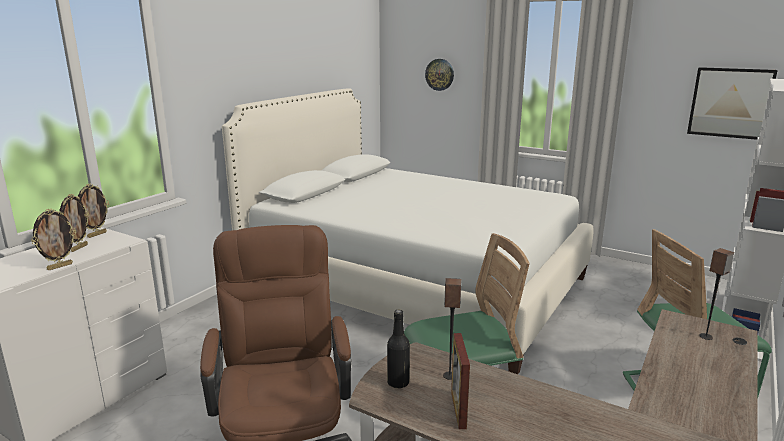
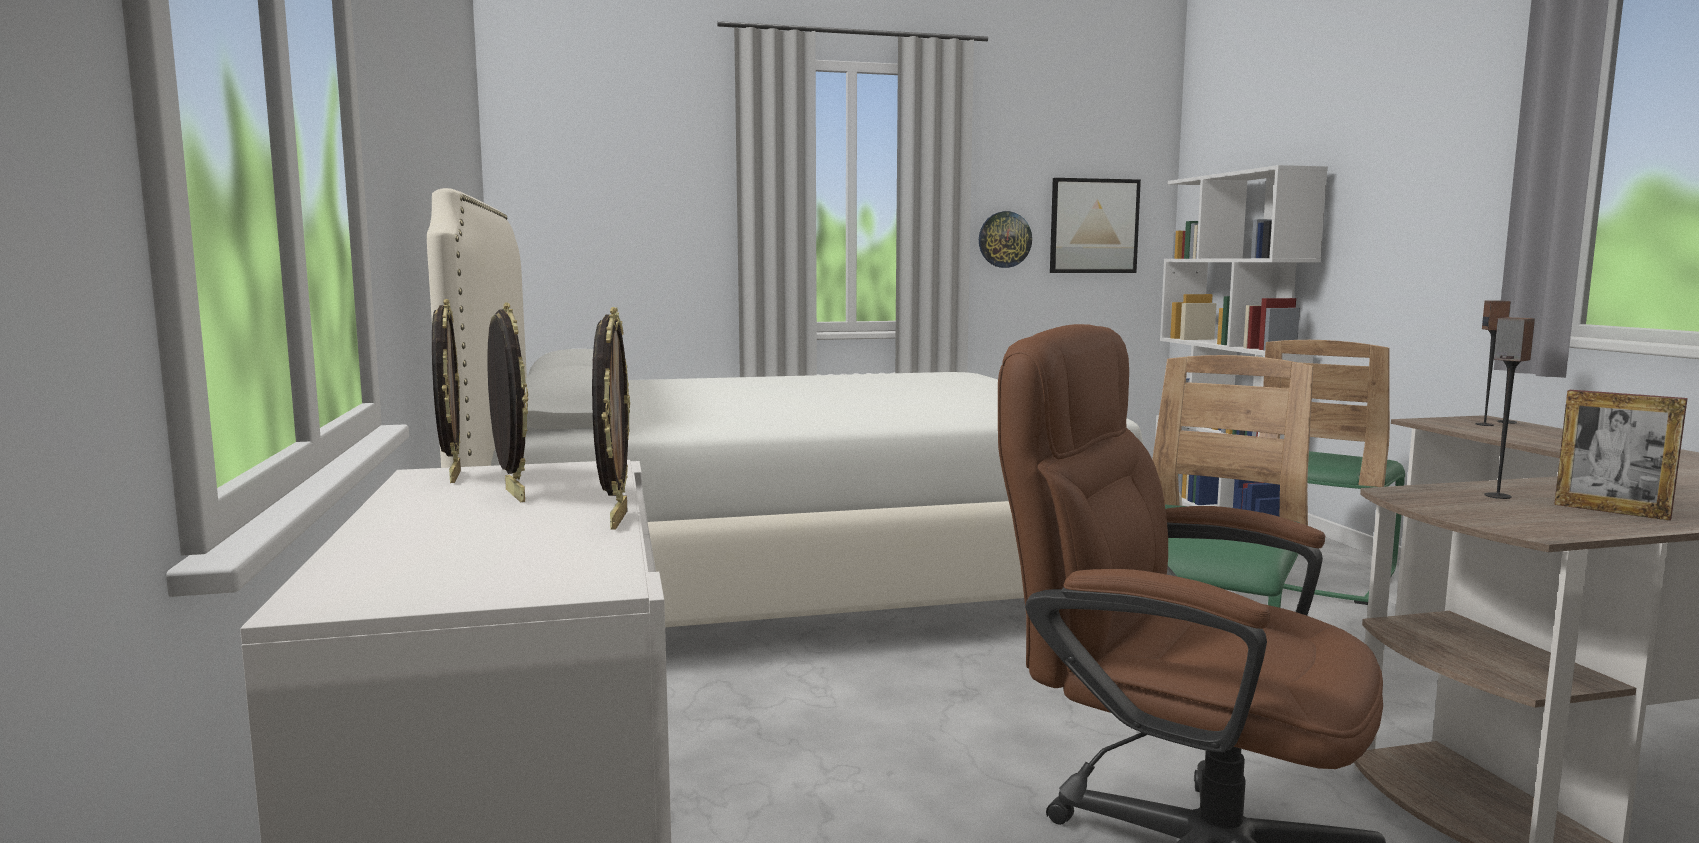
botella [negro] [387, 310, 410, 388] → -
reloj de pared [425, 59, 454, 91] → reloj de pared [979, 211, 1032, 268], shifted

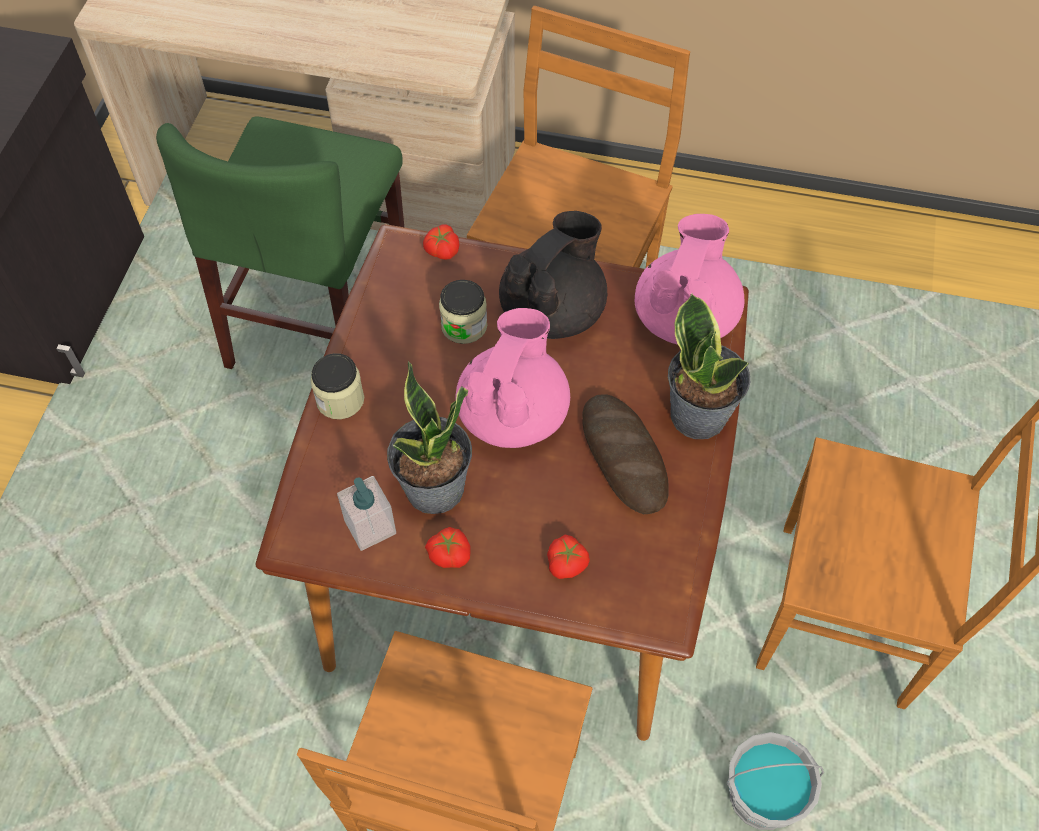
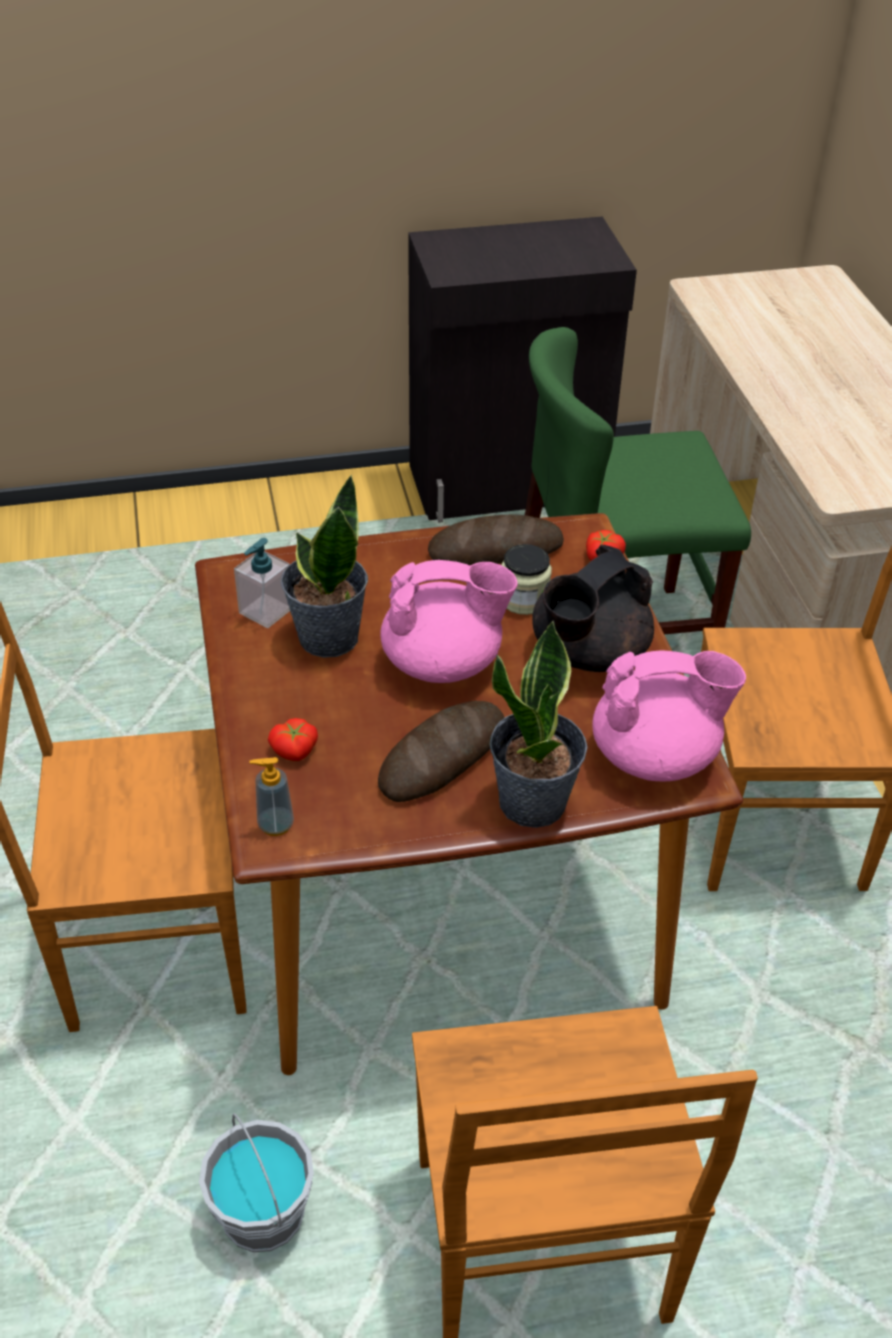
tarro [311, 353, 364, 419] → -
tomate [425, 527, 470, 568] → -
- → dispensador de jabón [250, 757, 294, 836]
- → pan [428, 514, 564, 566]
tetera [negro] [499, 211, 607, 339] → tetera [negro] [532, 545, 654, 672], 120 degrees clockwise

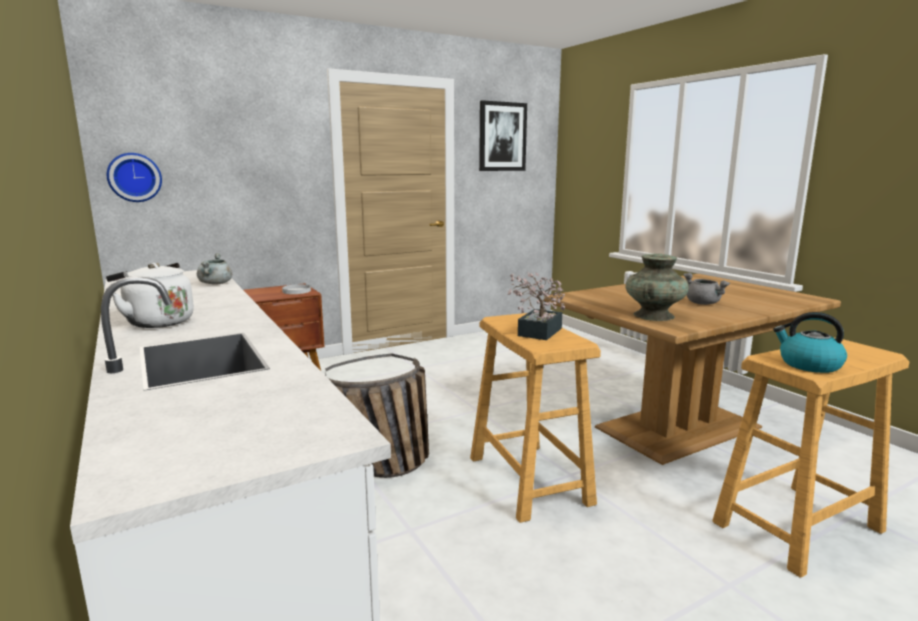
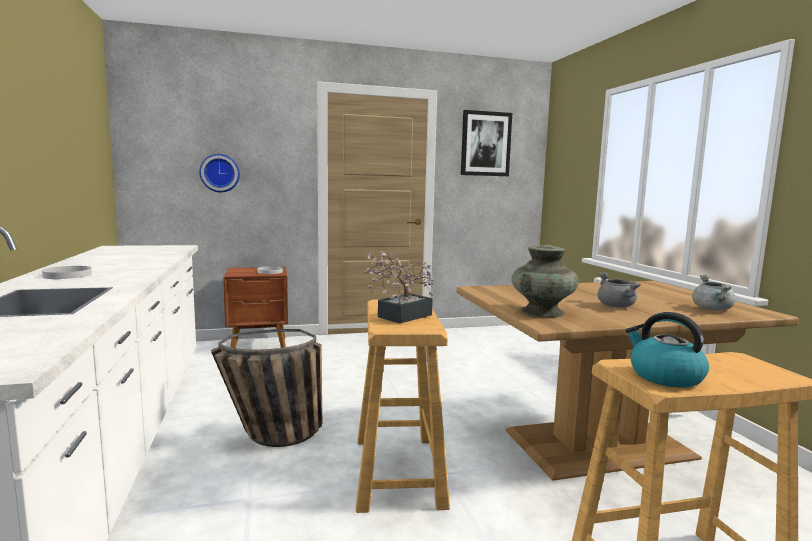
reloj de pared [107, 153, 162, 202] → reloj de pared [199, 154, 240, 192], shifted
olla [gris] [197, 253, 232, 284] → olla [gris] [692, 275, 736, 311], shifted
hervidor [blanco] [106, 263, 194, 328] → plato [blanco] [42, 266, 92, 279]

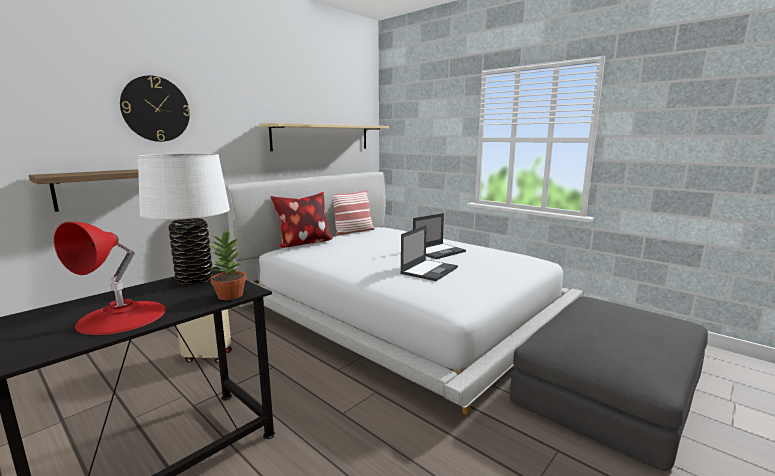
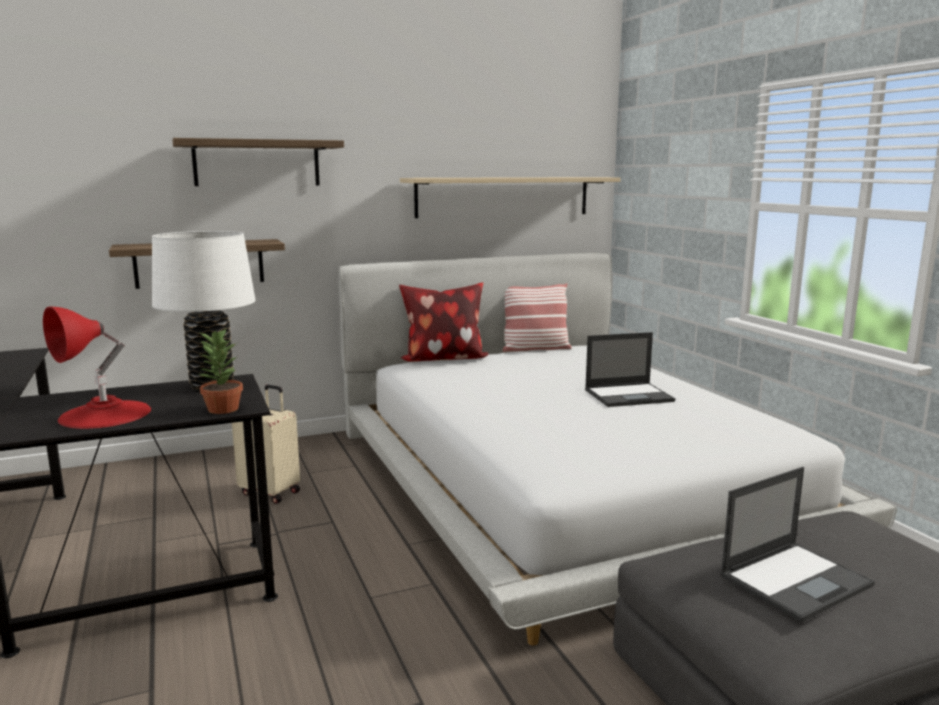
portátil [400, 225, 458, 281] → portátil [720, 467, 875, 622], shifted
reloj de pared [120, 75, 190, 142] → estante [172, 138, 344, 186]

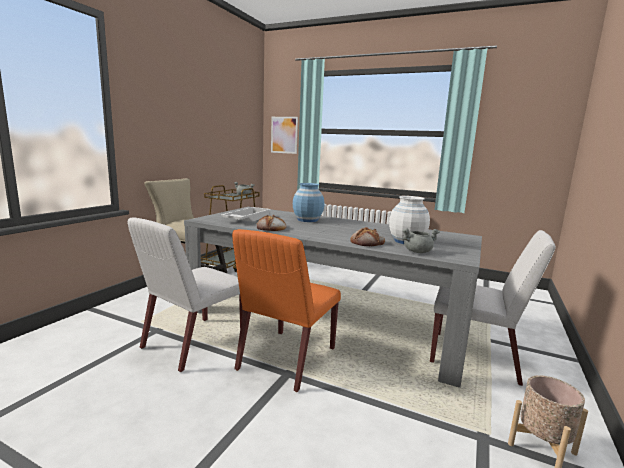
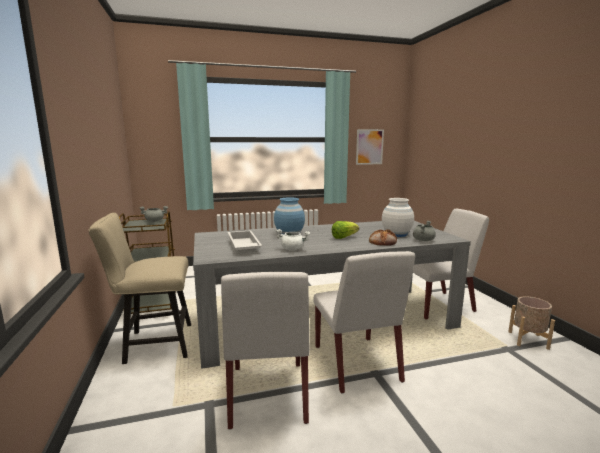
- → lechuga [332, 221, 359, 239]
cuadro [271, 117, 298, 154] → cuadro [356, 129, 384, 165], shifted
pan [257, 215, 286, 231] → olla [blanco] [276, 229, 310, 250]
silla [naranja] [232, 229, 341, 392] → silla [blanco] [313, 251, 415, 394]

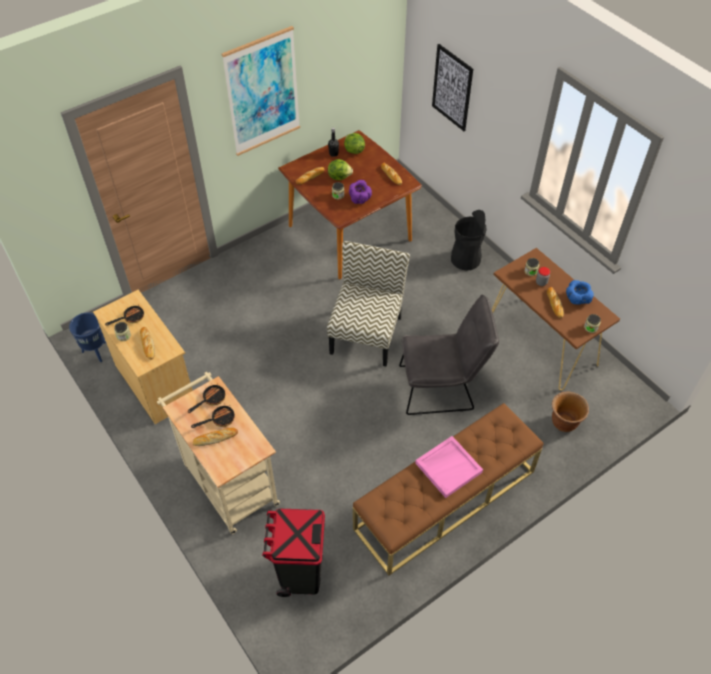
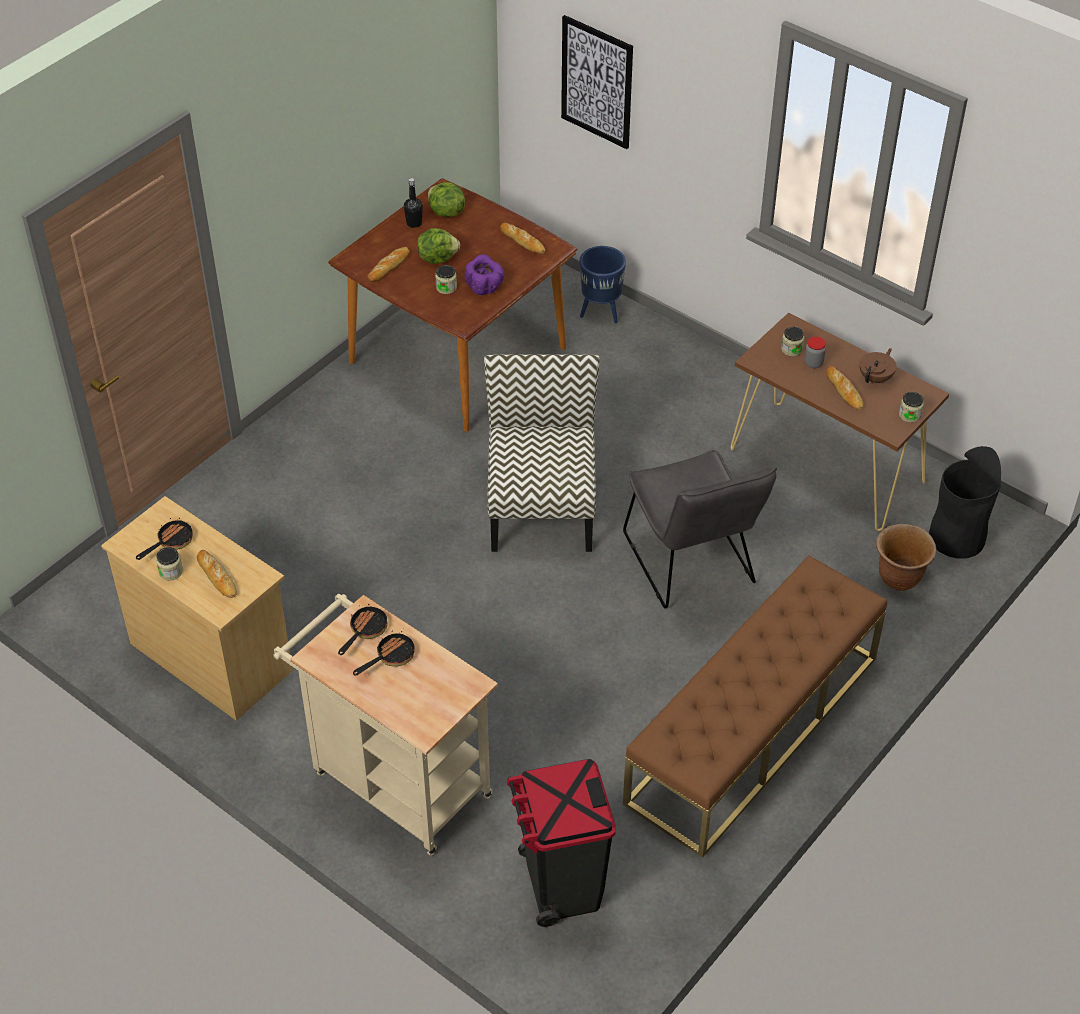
pan [192, 428, 238, 446] → -
cuadro [222, 26, 300, 156] → -
bandeja [rosa] [415, 436, 483, 498] → -
maceta [azul] [69, 312, 106, 362] → maceta [azul] [580, 246, 626, 323], shifted
papelera [negro] [451, 210, 487, 271] → papelera [negro] [929, 446, 1001, 559], shifted
cuenco [azul] [566, 280, 594, 305] → tetera [marrón] [859, 348, 897, 384]
silla [gris] [399, 295, 499, 415] → silla [gris] [623, 449, 777, 609], 90 degrees clockwise

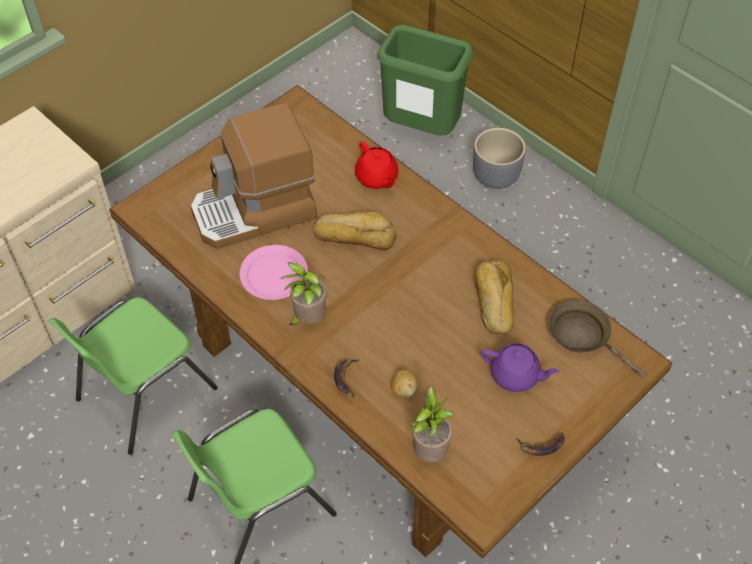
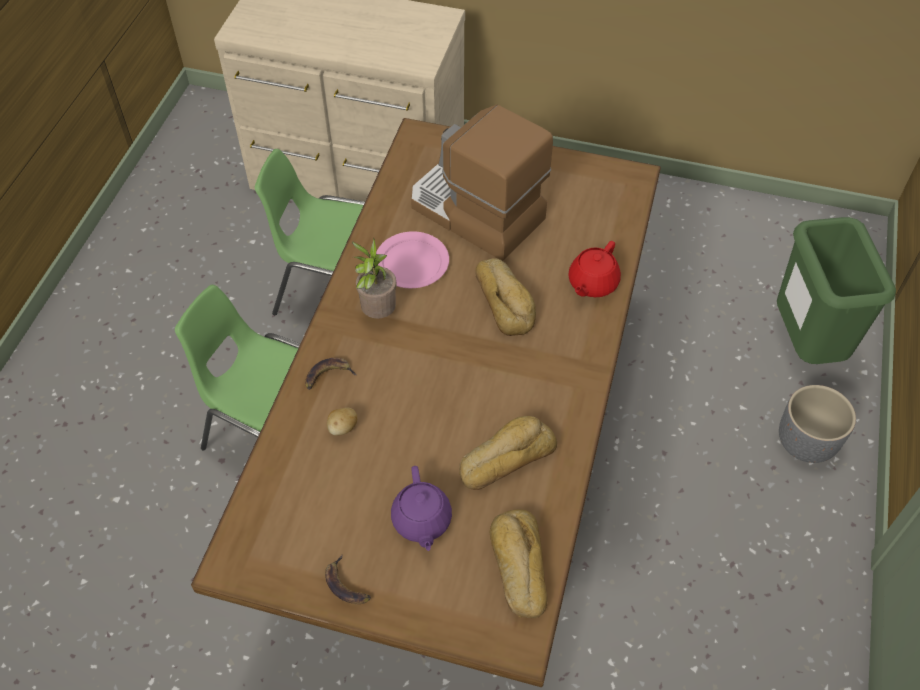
planta en maceta [411, 386, 454, 462] → -
sartén [marrón] [549, 300, 646, 377] → pan [489, 509, 547, 618]

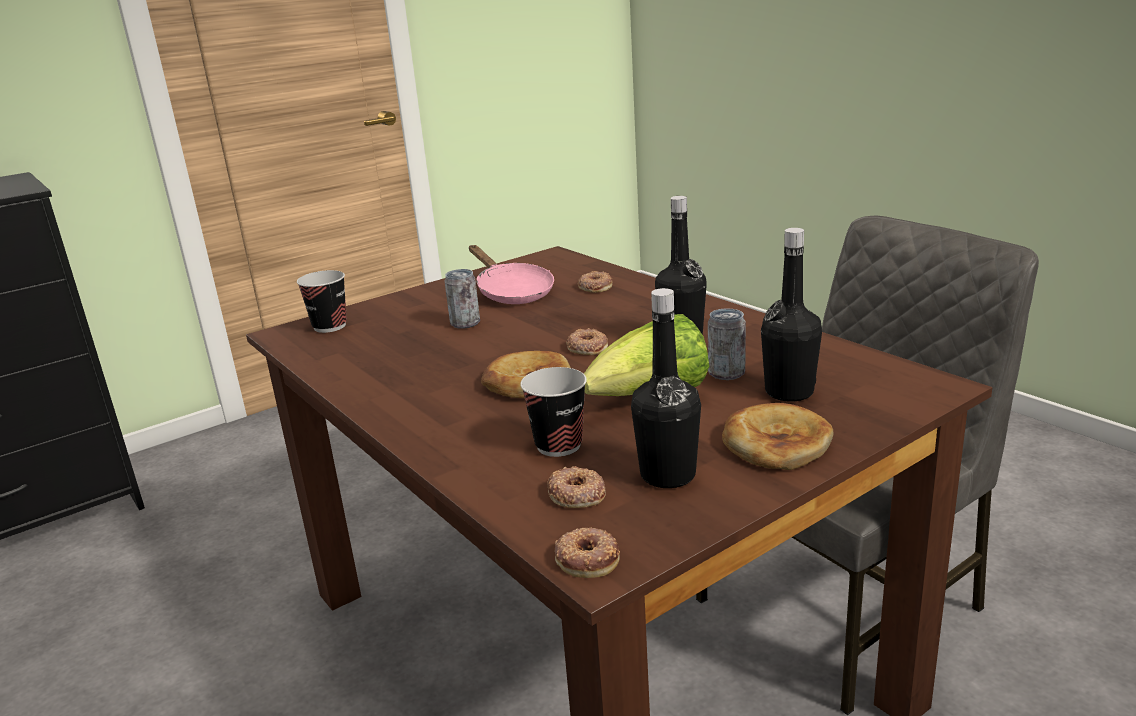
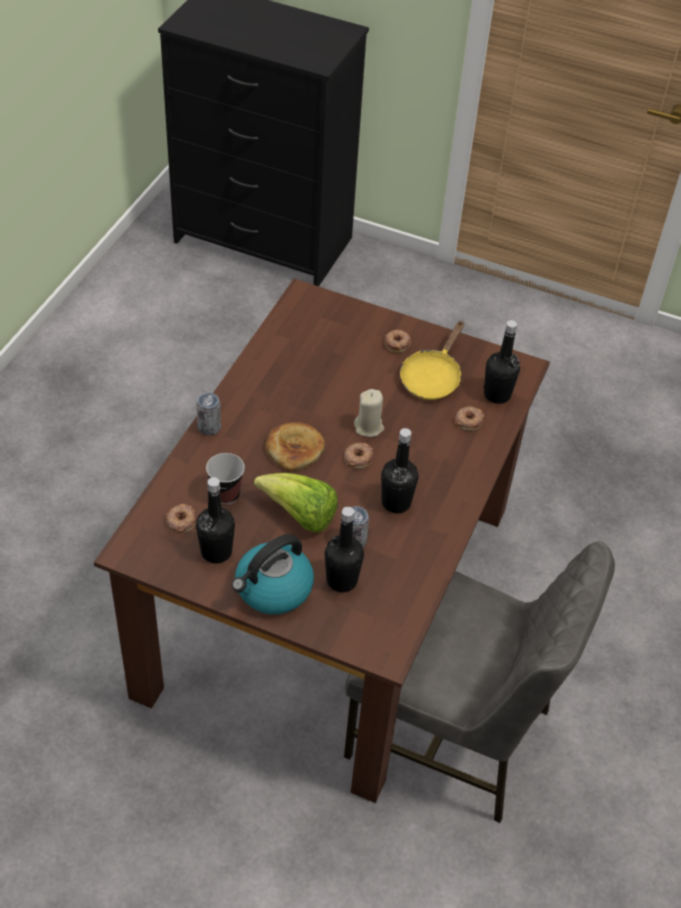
taza [297, 270, 347, 333] → -
- → vela [beis] [354, 389, 384, 437]
- → botella [negro] [483, 320, 520, 404]
lata [445, 269, 480, 329] → lata [196, 392, 221, 435], shifted
rosquilla [555, 528, 620, 578] → rosquilla [385, 330, 411, 353], shifted
pan [722, 403, 833, 470] → hervidor [232, 534, 314, 614]
sartén [rosa] [469, 245, 554, 304] → sartén [amarillo] [400, 321, 464, 400]

